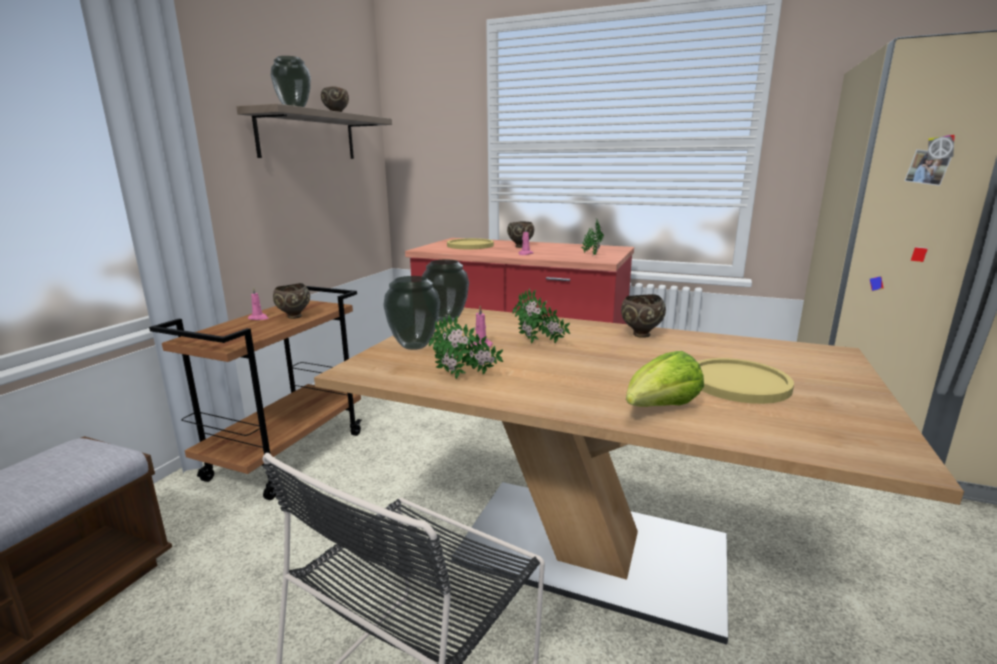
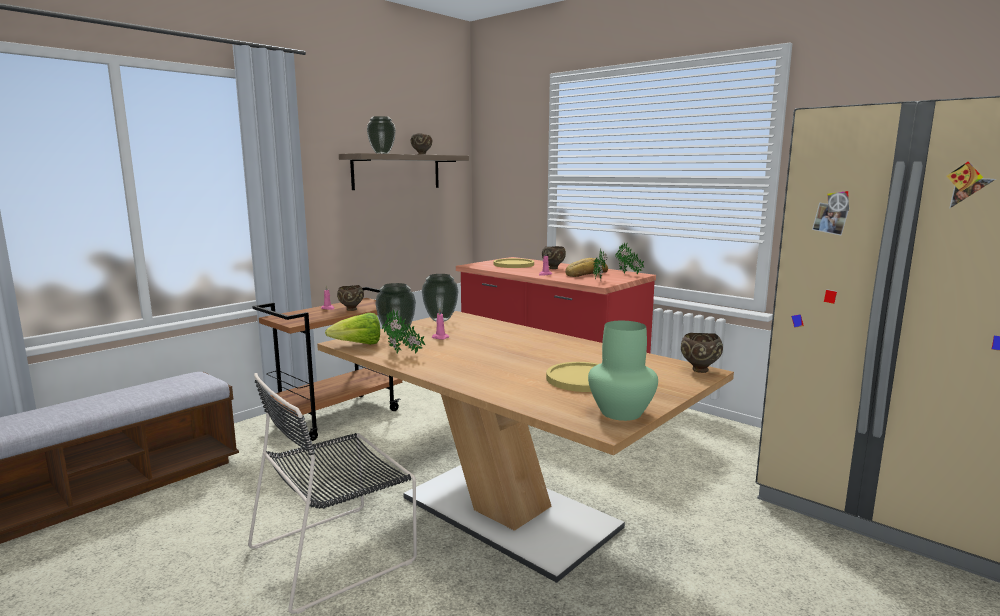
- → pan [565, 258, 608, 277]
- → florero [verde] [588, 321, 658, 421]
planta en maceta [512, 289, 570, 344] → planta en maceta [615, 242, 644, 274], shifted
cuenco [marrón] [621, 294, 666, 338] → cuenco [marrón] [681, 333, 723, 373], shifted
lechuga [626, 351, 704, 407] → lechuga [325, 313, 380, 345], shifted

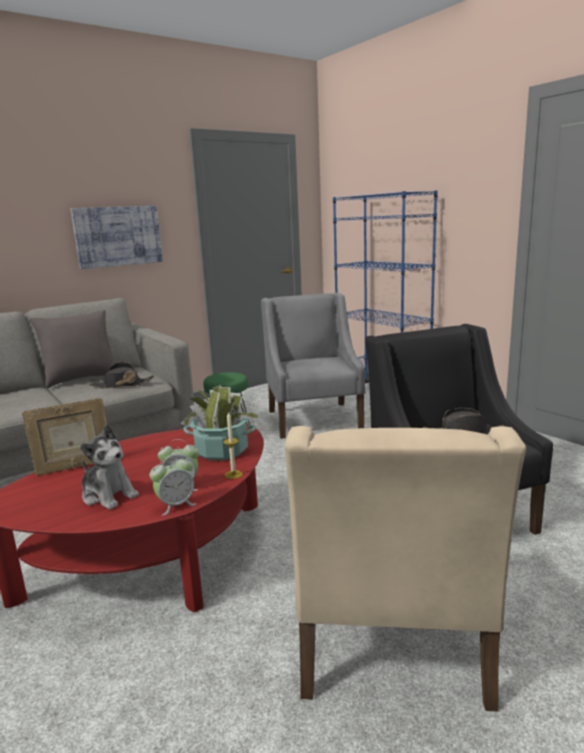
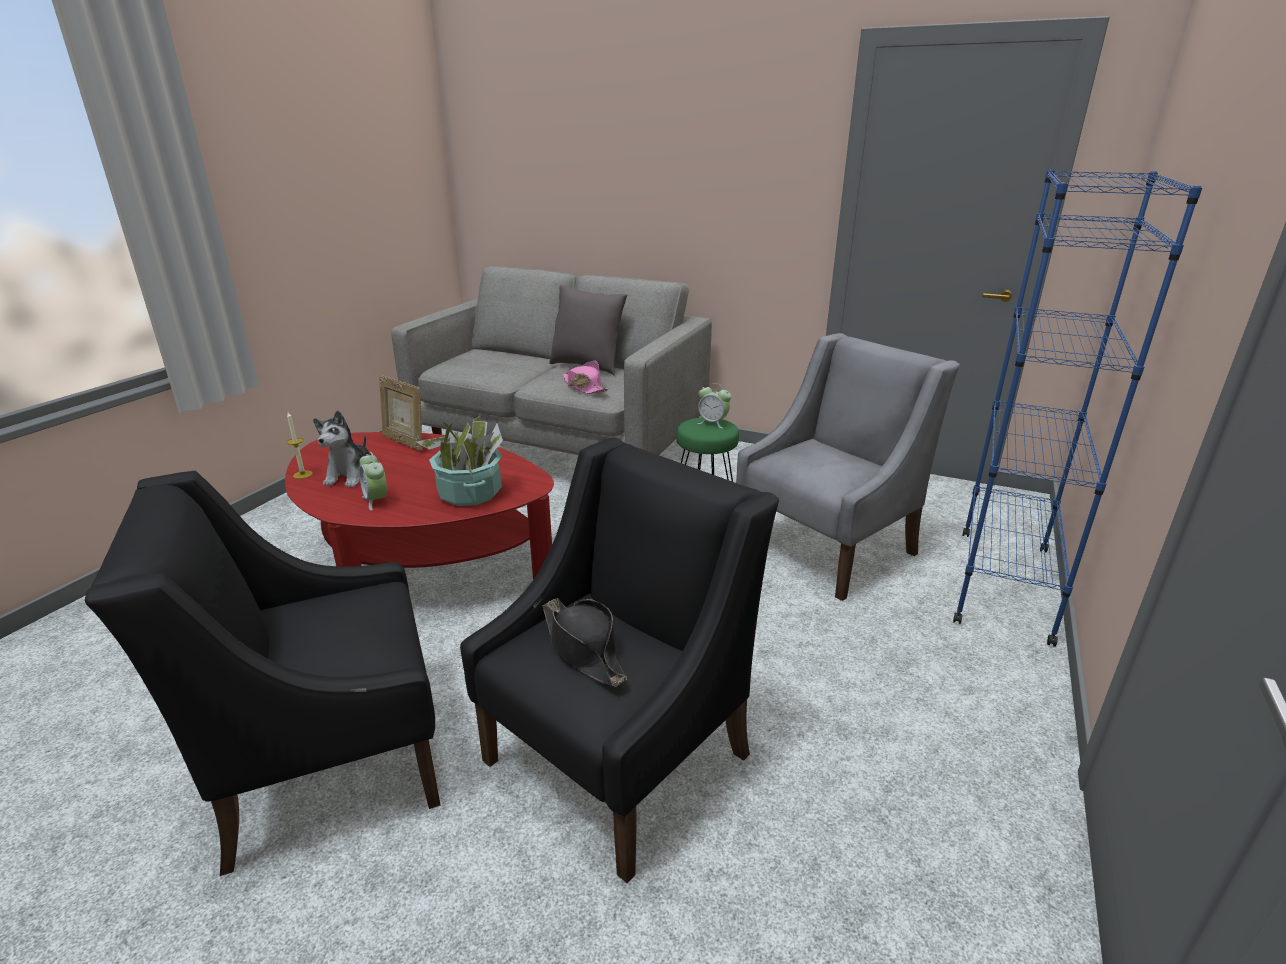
cuadro [71, 206, 163, 269] → -
despertador [149, 455, 197, 516] → despertador [697, 383, 731, 429], shifted
vela [223, 412, 243, 479] → vela [287, 412, 313, 479], shifted
sombrero [negro] [89, 362, 154, 389] → sombrero [rosa] [563, 360, 609, 394]
sillón [beis] [285, 426, 526, 712] → sillón [negro] [85, 471, 440, 876]

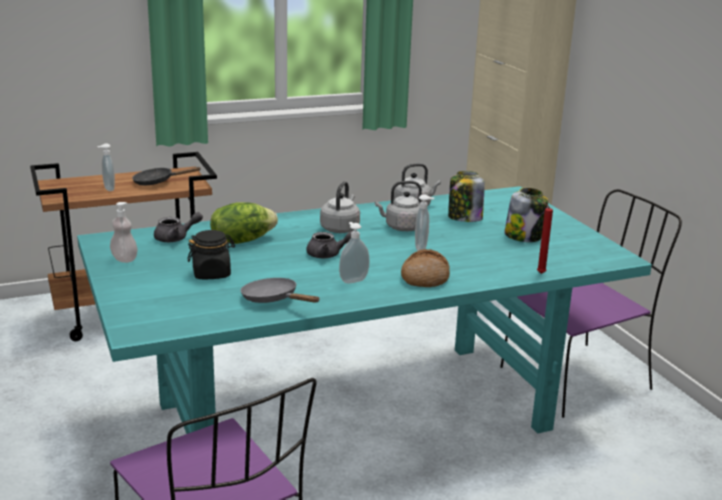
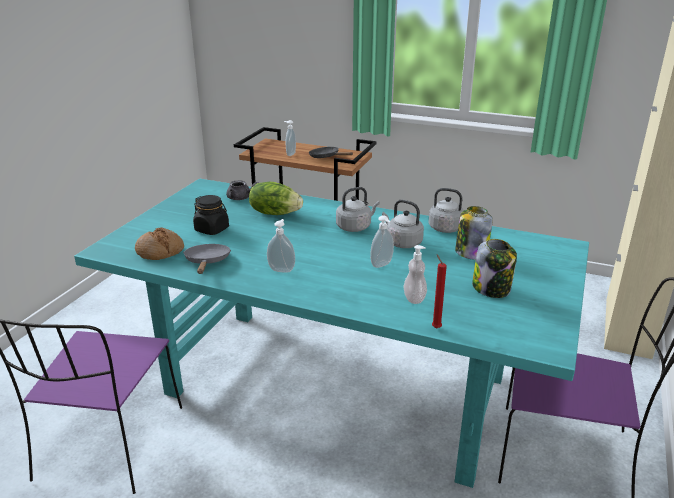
tetera [gris] [306, 231, 352, 258] → -
dispensador de jabón [110, 202, 138, 263] → dispensador de jabón [404, 245, 427, 304], shifted
pan [401, 249, 450, 287] → pan [135, 227, 184, 260], shifted

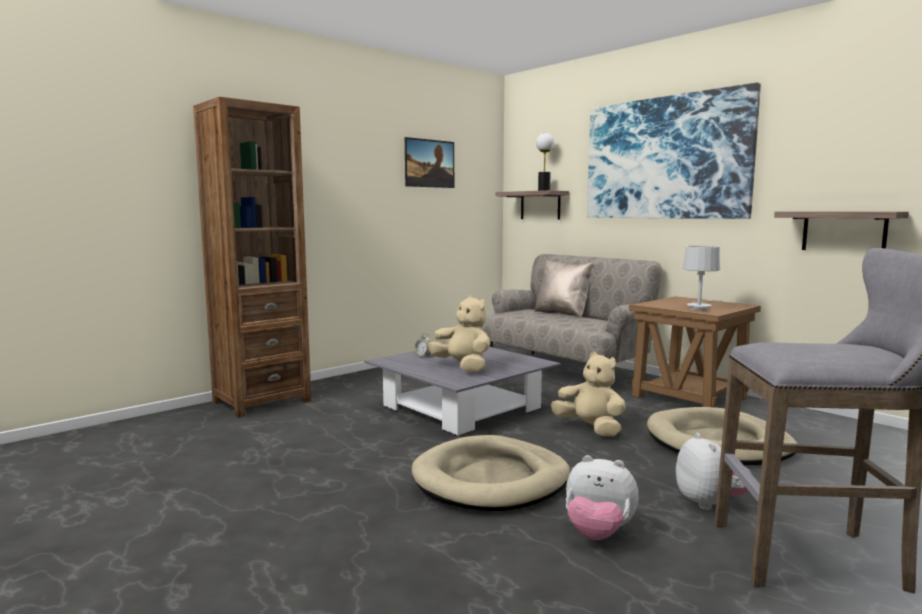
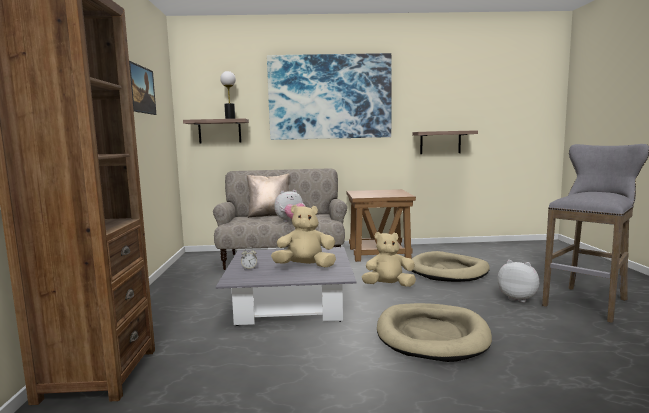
lámpara de mesa [blanco] [683, 245, 722, 310] → -
peluche [566, 455, 639, 540] → peluche [274, 190, 305, 222], shifted

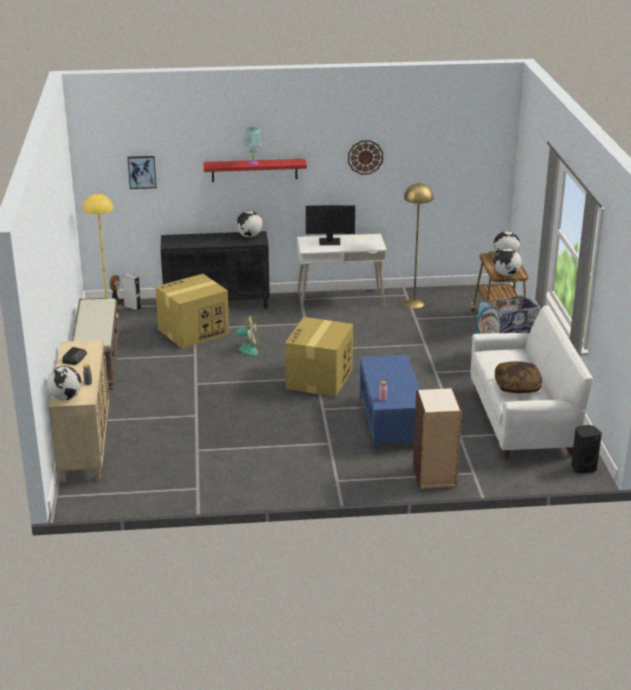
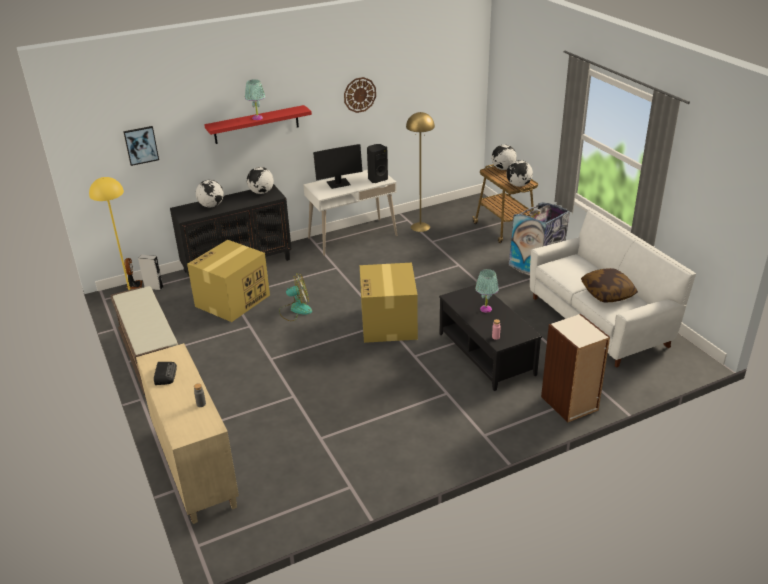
- → lámpara de mesa [turquesa] [475, 269, 499, 313]
globo terráqueo [47, 366, 82, 400] → globo terráqueo [196, 180, 224, 208], shifted
altavoz [negro] [571, 425, 602, 474] → altavoz [negro] [367, 144, 388, 183], shifted
mesa de centro [azul] [360, 355, 420, 451] → mesa de centro [negro] [439, 285, 542, 391]

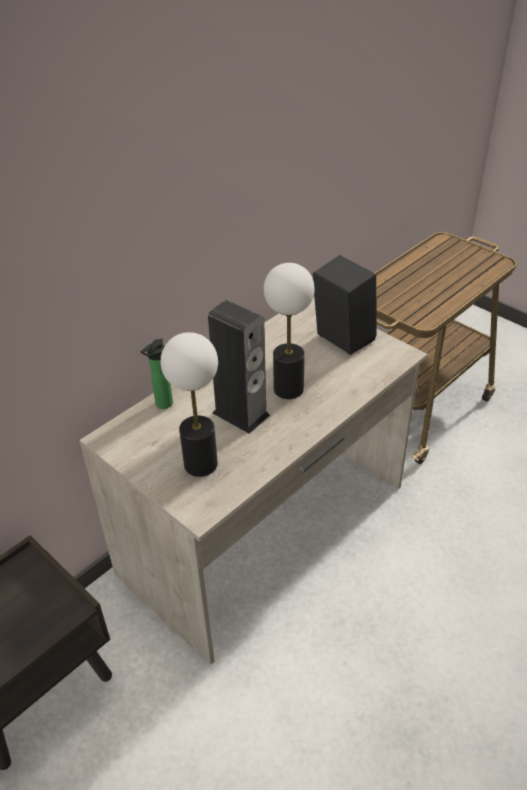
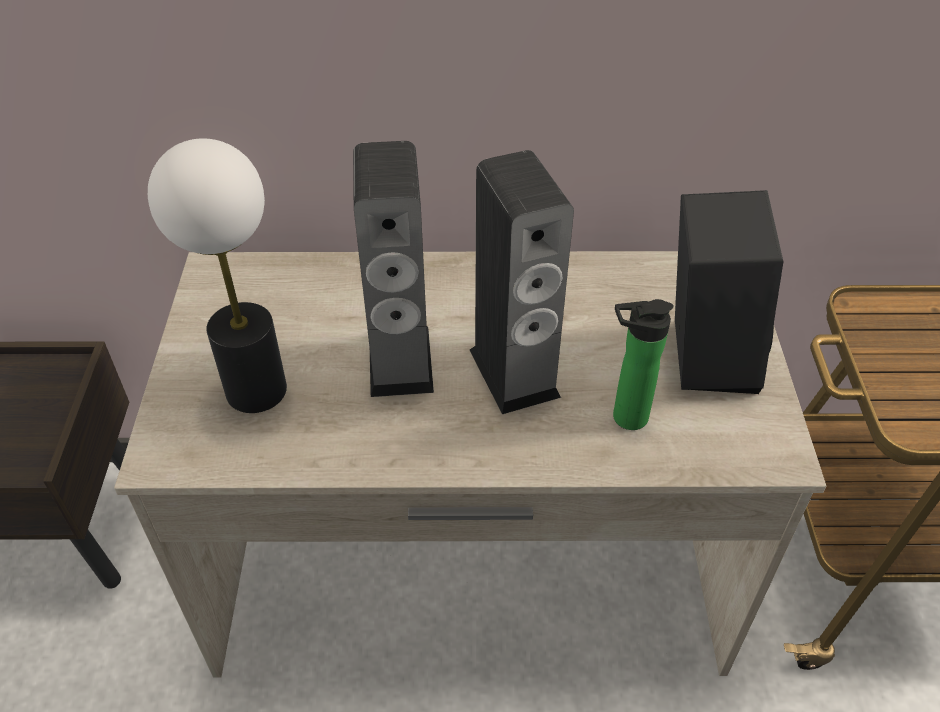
botella [140, 339, 173, 409] → botella [613, 299, 674, 430], shifted
lámpara de mesa [264, 263, 315, 399] → altavoz [470, 150, 574, 414]

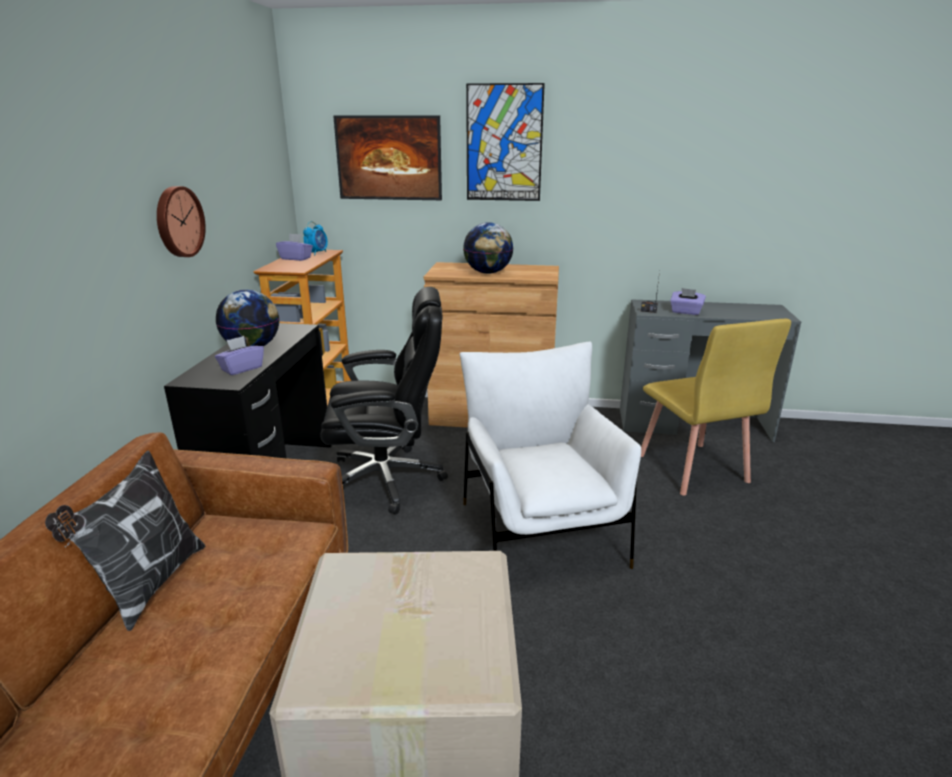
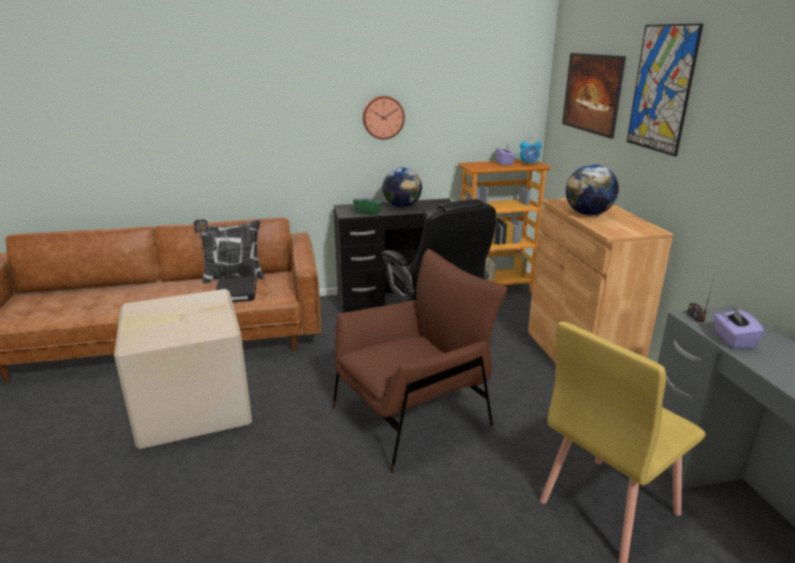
- → libro [negro] [216, 276, 257, 302]
caja de pañuelos [morado] [215, 336, 264, 375] → caja de pañuelos [verde] [353, 191, 382, 215]
sillón [blanco] [459, 342, 641, 569] → sillón [marrón] [333, 249, 507, 473]

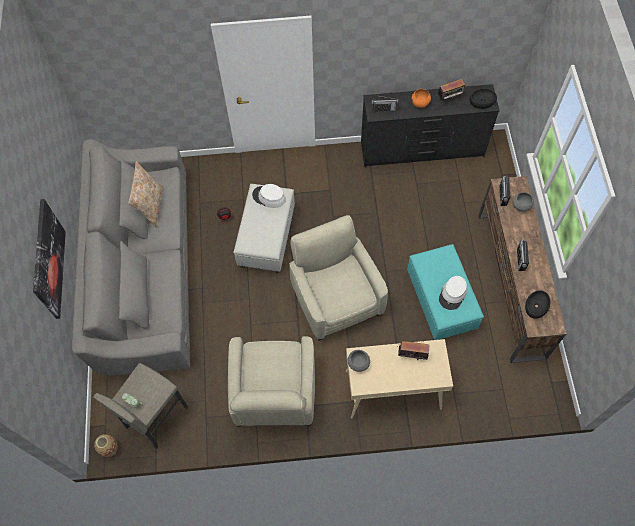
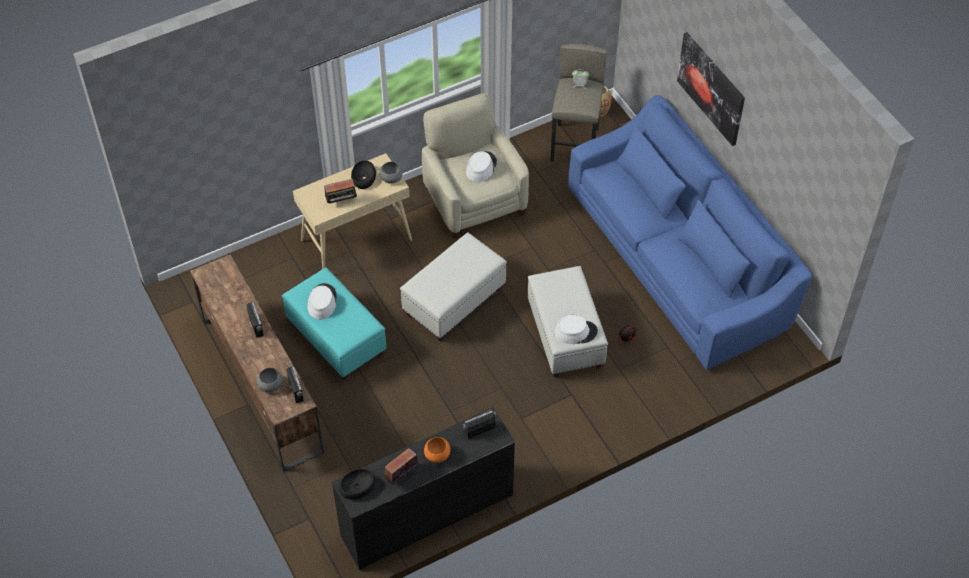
cojín [beis] [128, 161, 163, 227] → -
- → sombrero [blanco] [466, 151, 497, 182]
cuenco [negro] [525, 290, 550, 319] → cuenco [negro] [351, 160, 376, 189], shifted
sillón [beis] [289, 215, 388, 341] → puf [blanco] [400, 232, 507, 341]
sofá [gris] [72, 139, 190, 375] → sofá [azul] [568, 95, 812, 370]

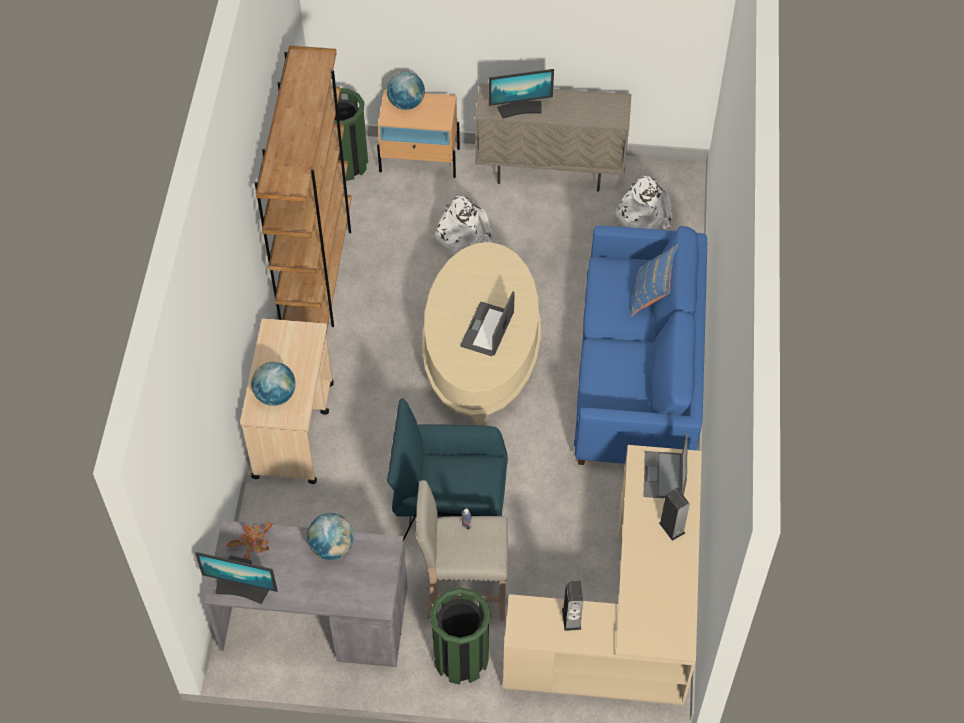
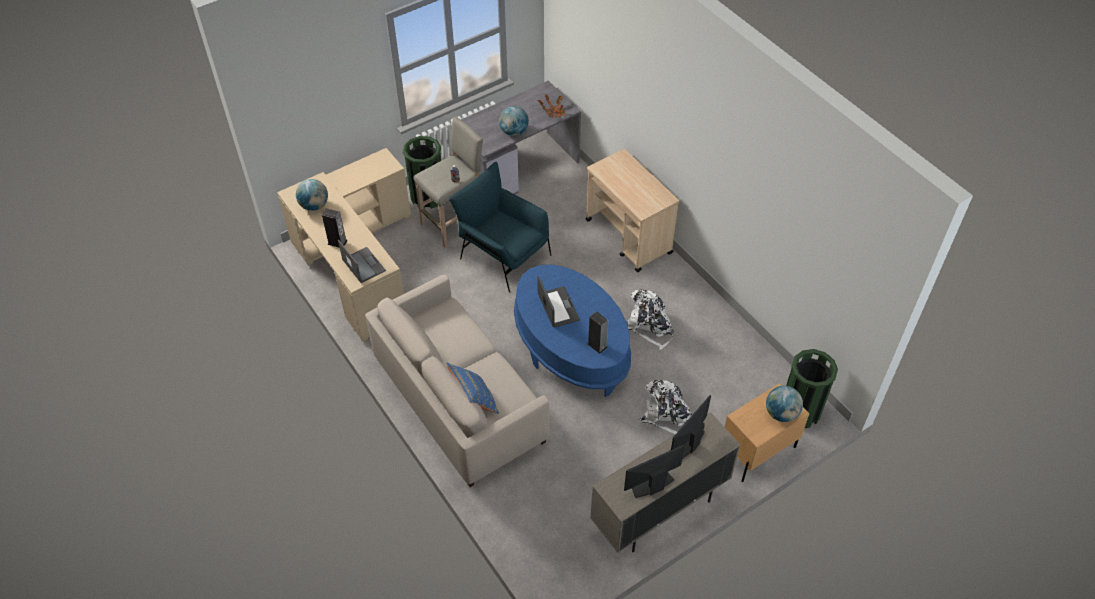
estantería [marrón] [255, 45, 352, 334] → -
monitor [195, 552, 278, 604] → monitor [624, 444, 685, 498], shifted
globo terráqueo [251, 362, 296, 406] → globo terráqueo [296, 179, 328, 211], shifted
altavoz [562, 581, 583, 631] → altavoz [588, 311, 608, 354], shifted
mochila [blanco] [613, 175, 672, 230] → mochila [blanco] [627, 290, 674, 350], shifted
mesa de centro [beis] [422, 242, 541, 425] → mesa de centro [azul] [514, 265, 631, 397]
sofá [azul] [574, 226, 707, 465] → sofá [beis] [365, 275, 550, 487]
sillón [azul] [387, 398, 508, 542] → sillón [azul] [449, 162, 552, 293], 105 degrees counterclockwise

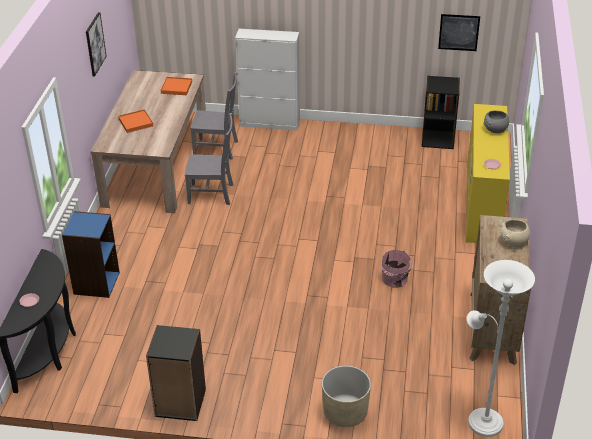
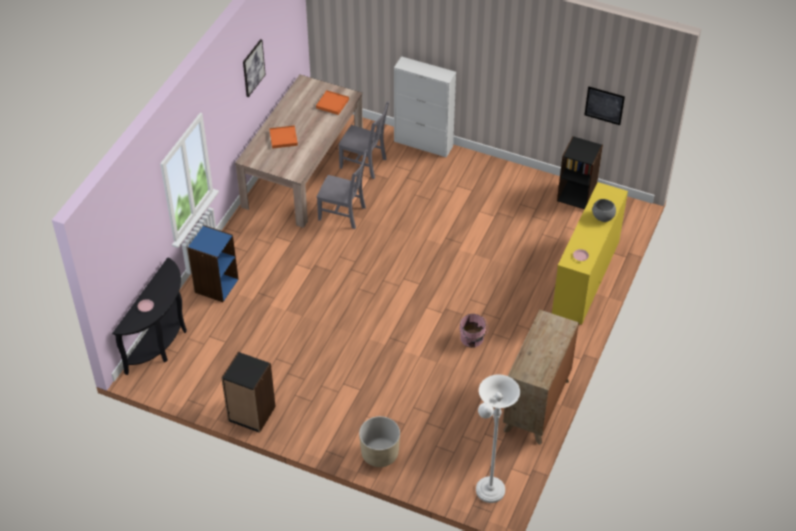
cuenco [beis] [499, 219, 530, 247] → -

